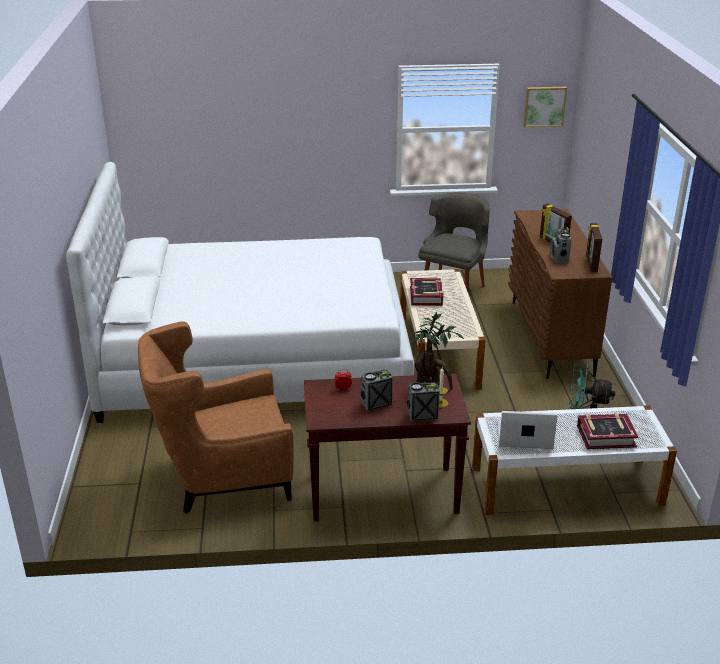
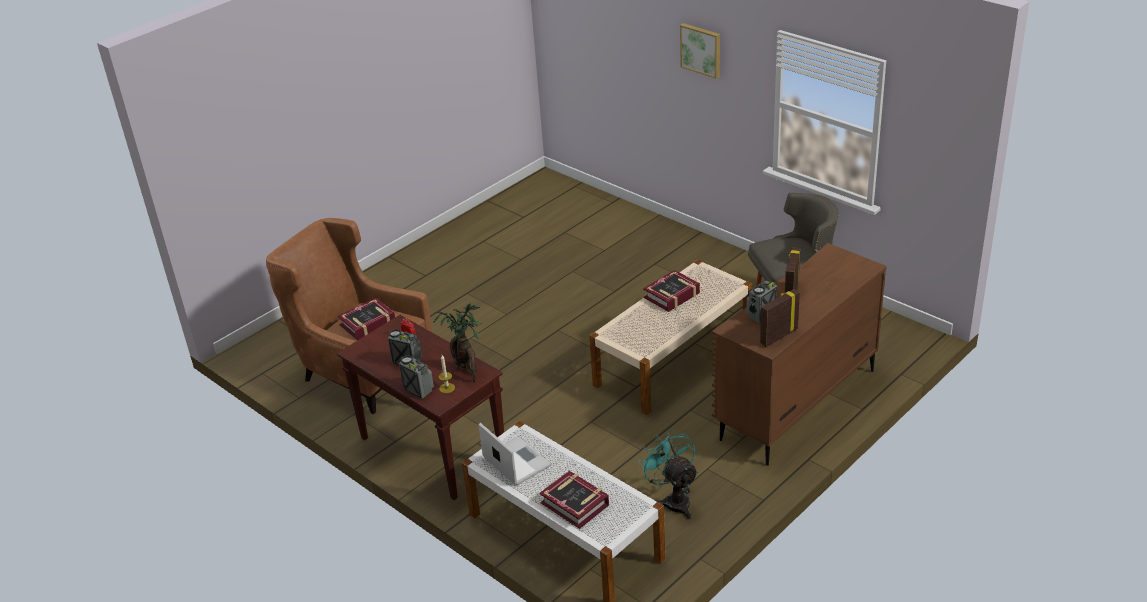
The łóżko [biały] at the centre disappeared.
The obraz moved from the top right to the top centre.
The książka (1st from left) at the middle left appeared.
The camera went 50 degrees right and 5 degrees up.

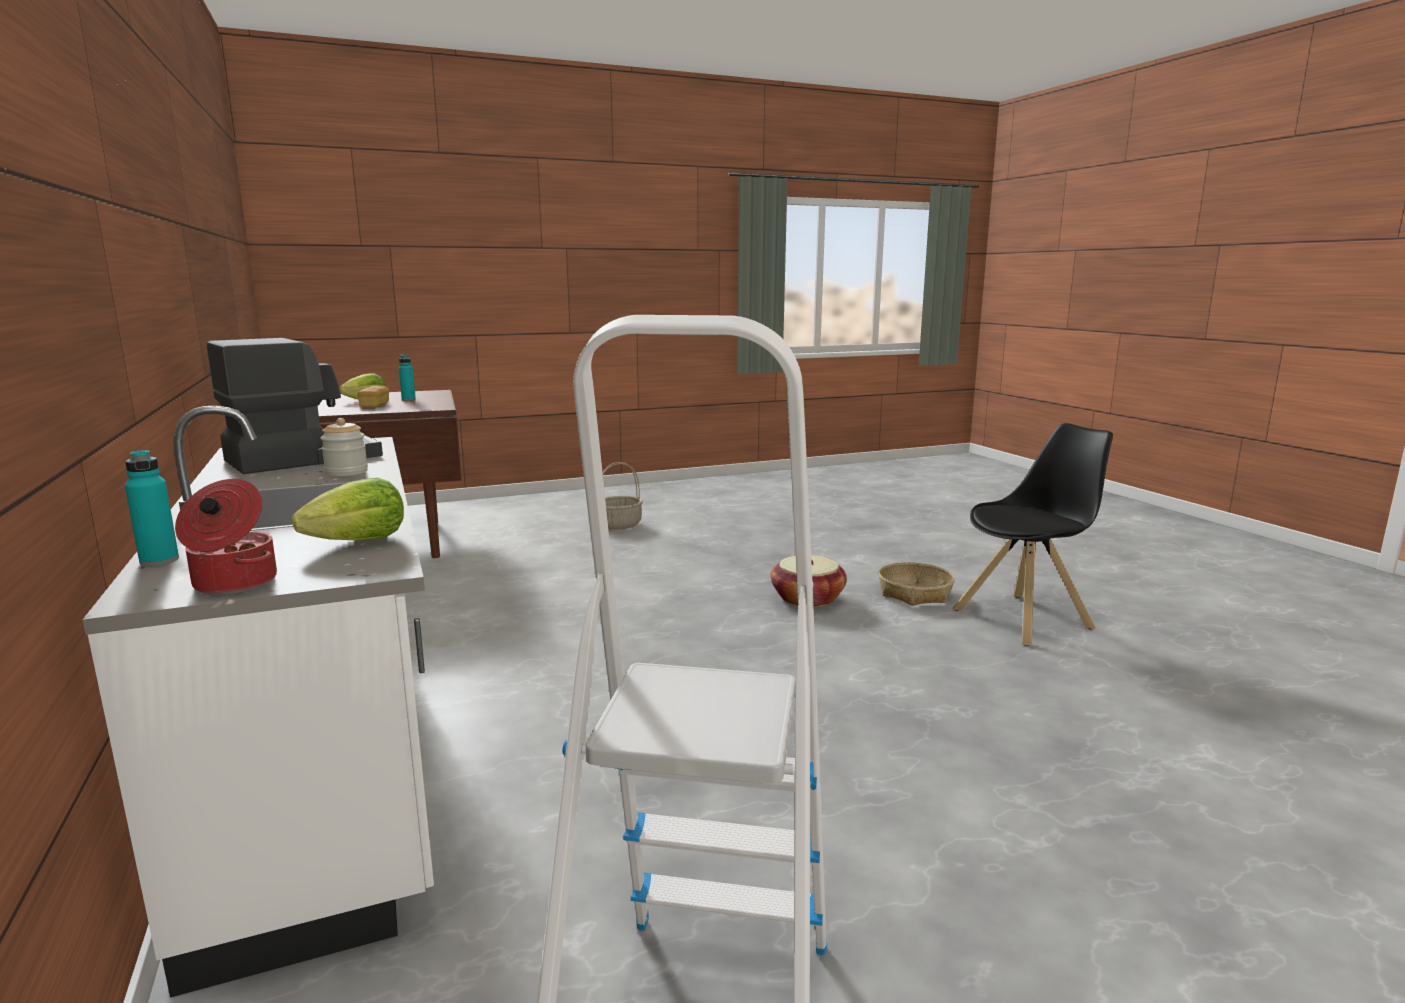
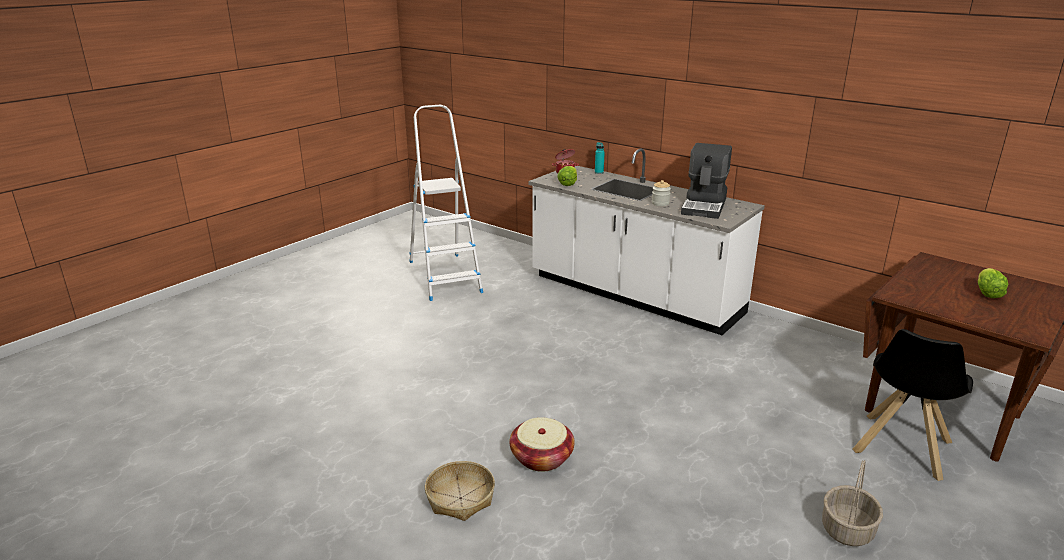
The chleb at the middle left disappeared.
The butelka [turkusowy] (2nd from left) at the middle left disappeared.
The krzesło [czarny] moved from the middle right to the bottom right.
The camera went 150 degrees right and 10 degrees up.

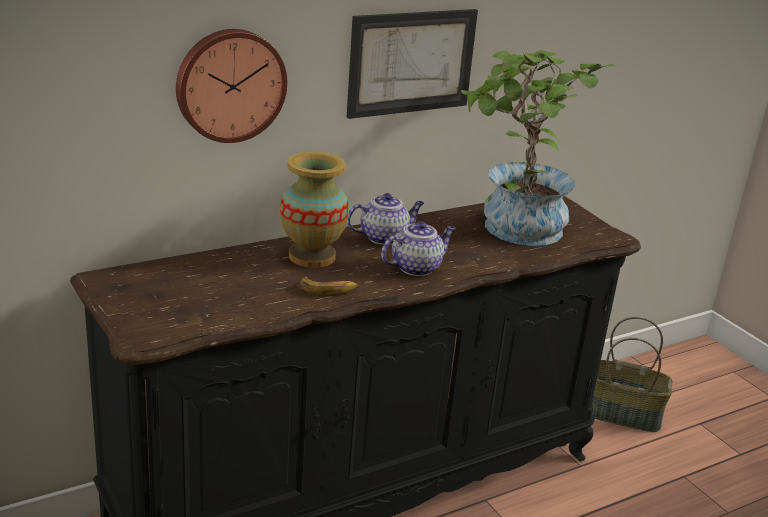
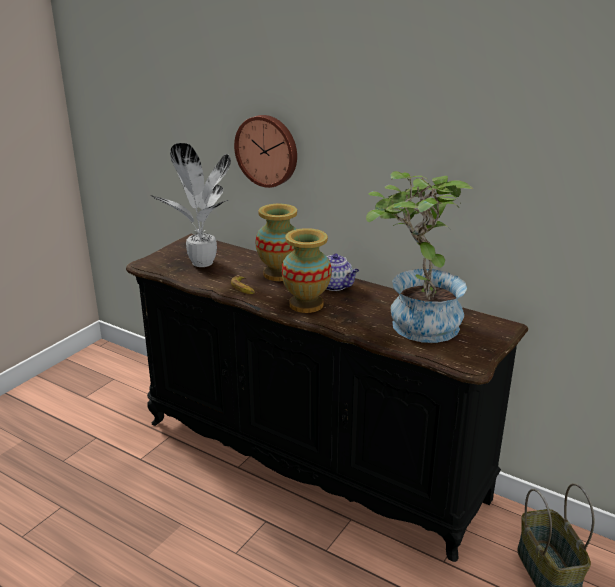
The obraz at the top centre disappeared.
The imbryk (2nd from left) at the centre was replaced by the wazon (2nd from left) at the centre.
The roślina doniczkowa (1st from left) at the middle left appeared.
The camera went 65 degrees right and 0 degrees up.

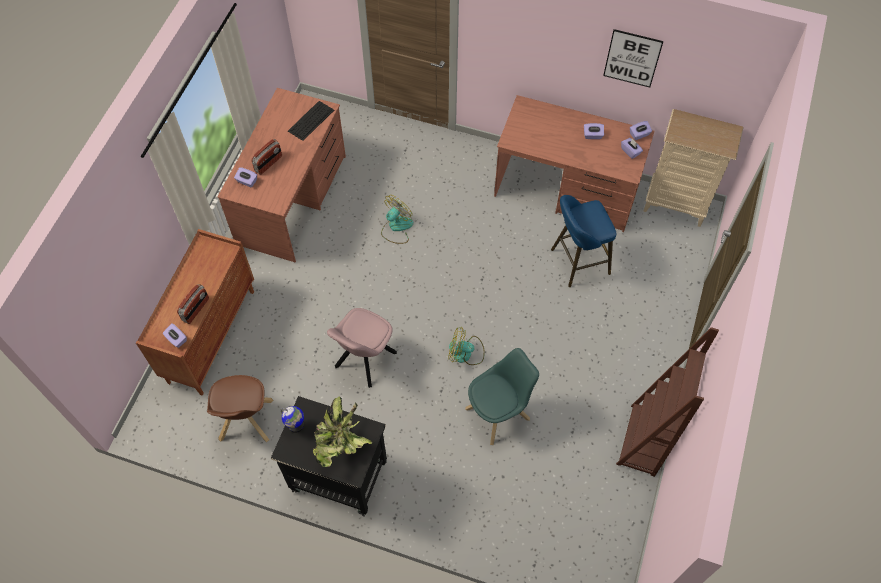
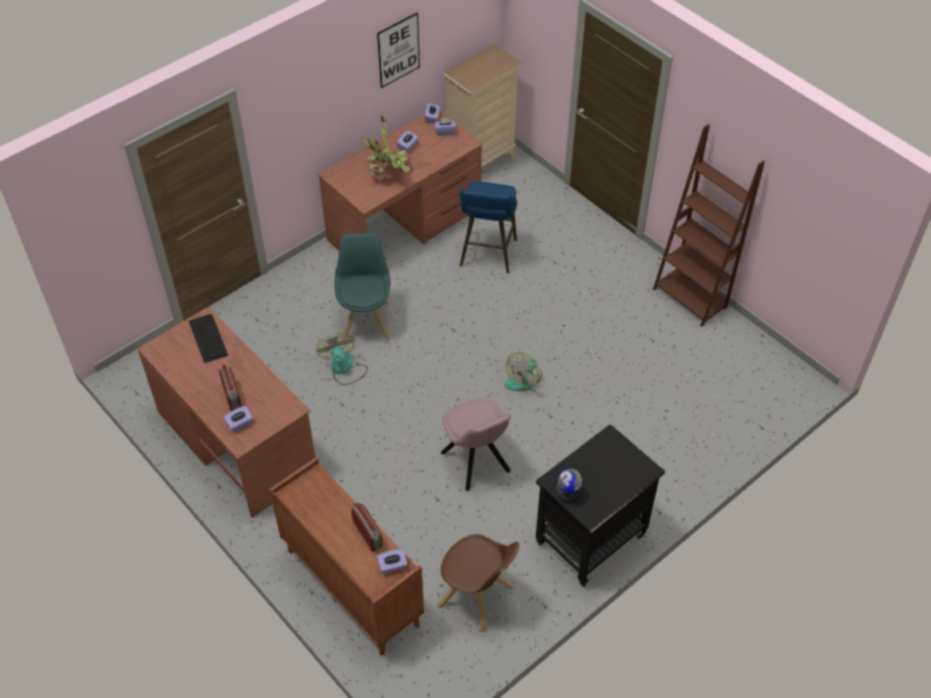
The roślina doniczkowa moved from the bottom centre to the top centre.
The krzesło [turkusowy] moved from the bottom centre to the centre.
The camera went 60 degrees left and 10 degrees down.

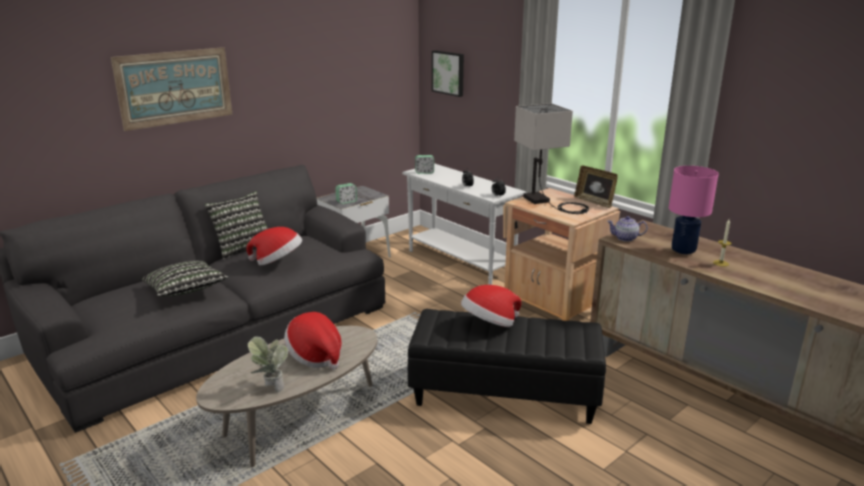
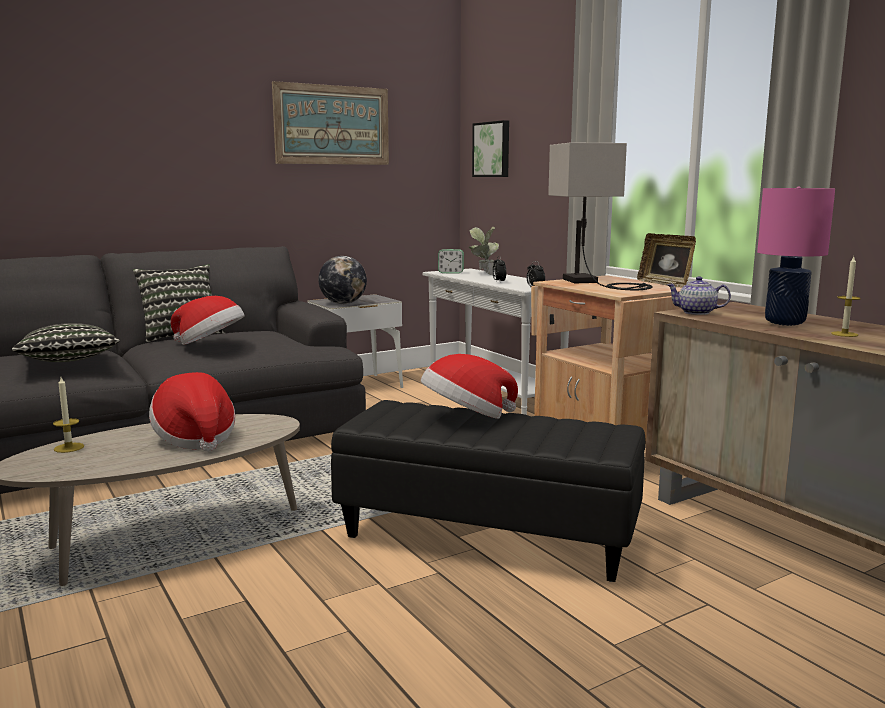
The obraz (1st from left) moved from the top left to the top centre.
The roślina doniczkowa moved from the bottom left to the centre.
The budzik (1st from left) at the centre was replaced by the globus at the centre.
The świeca (1st from left) at the middle left appeared.
The camera went 10 degrees right and 10 degrees down.

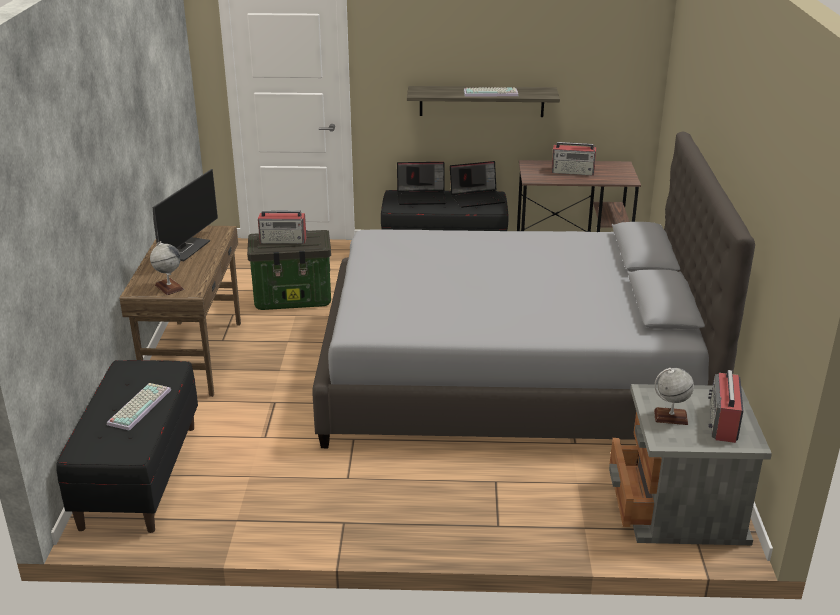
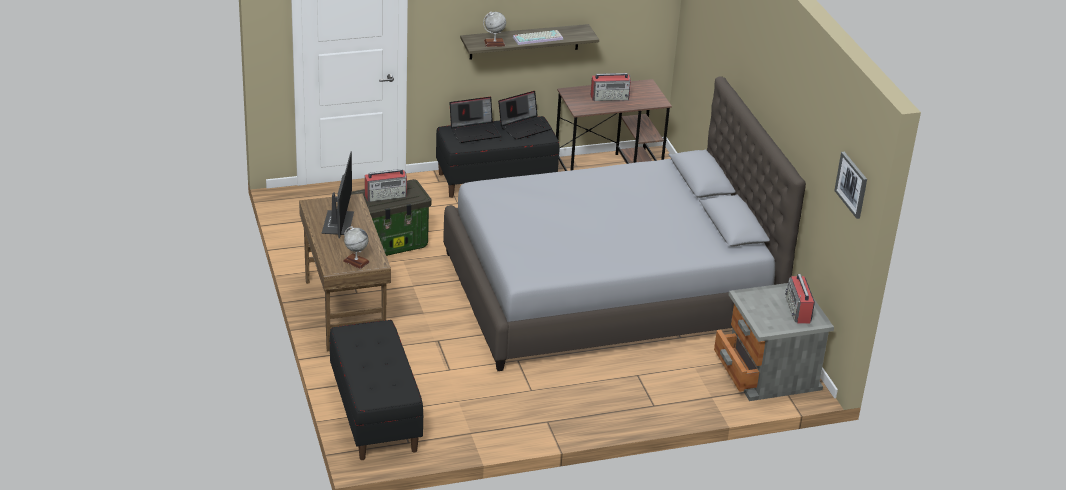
The klawiatura (1st from left) at the middle left disappeared.
The globus (2nd from left) moved from the middle right to the top centre.
The obraz at the middle right appeared.
The camera went 20 degrees left and 5 degrees up.

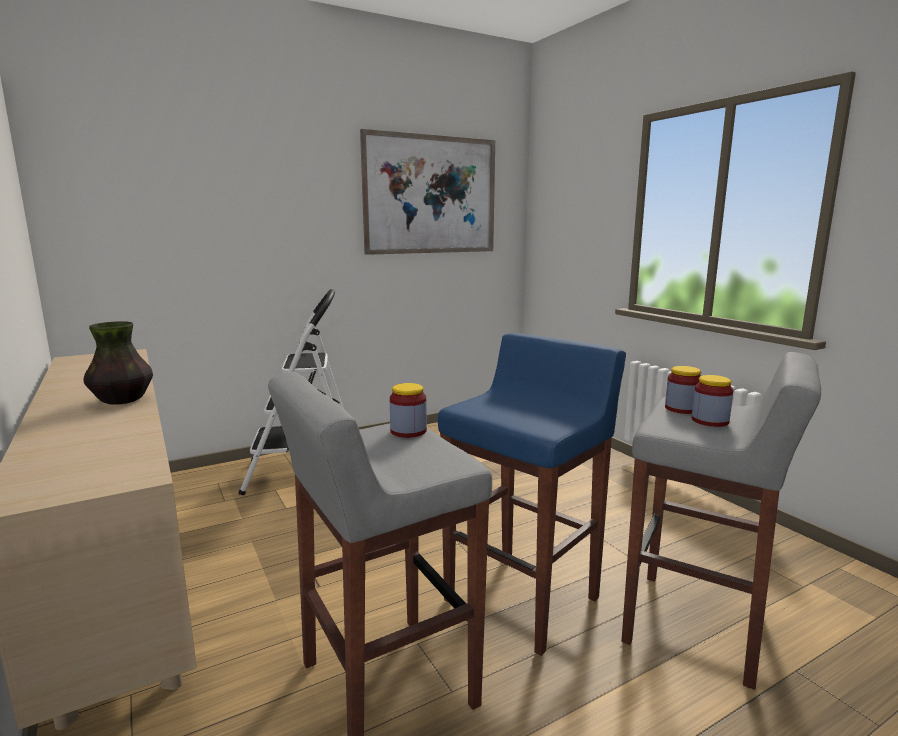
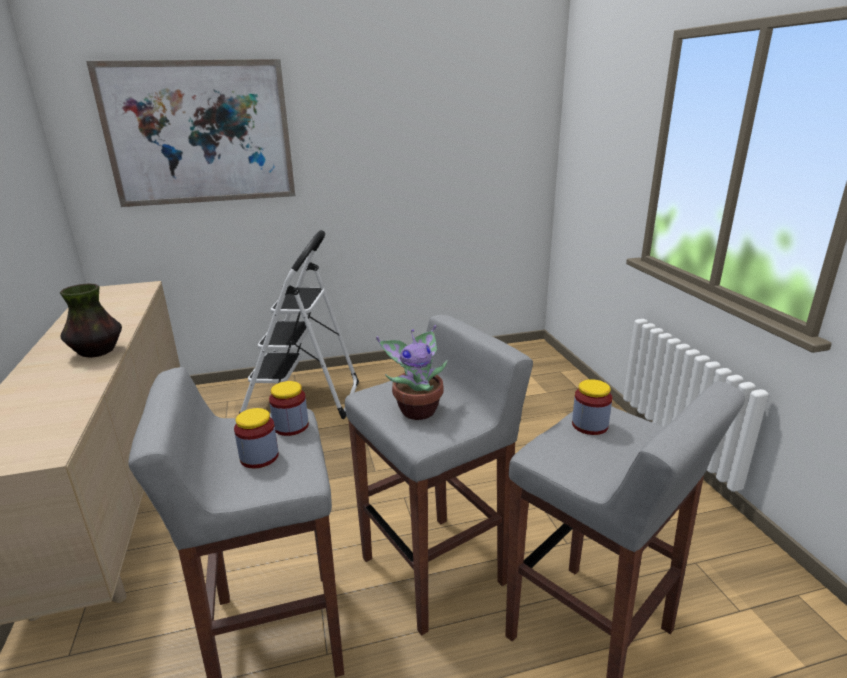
The obraz moved from the top centre to the top left.
The stołek [niebieski] at the bottom centre became the stołek [szary] (2nd from left) at the bottom centre.
The słoik (3rd from left in the first image) moved from the middle right to the middle left.
The roślina doniczkowa at the centre appeared.
The camera went 15 degrees right and 10 degrees up.

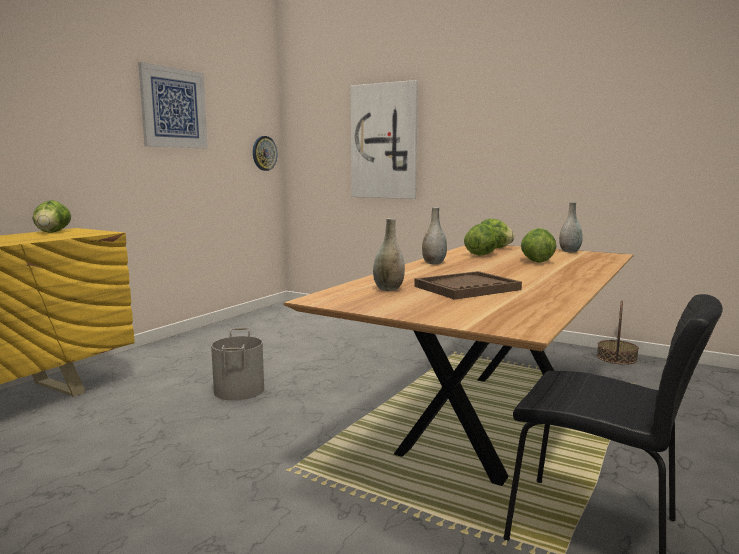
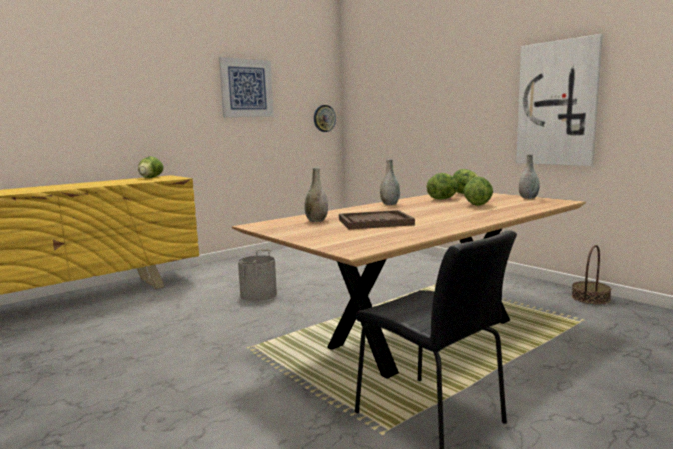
The obraz (2nd from left) moved from the top centre to the top right.
The camera went 20 degrees right and 0 degrees up.

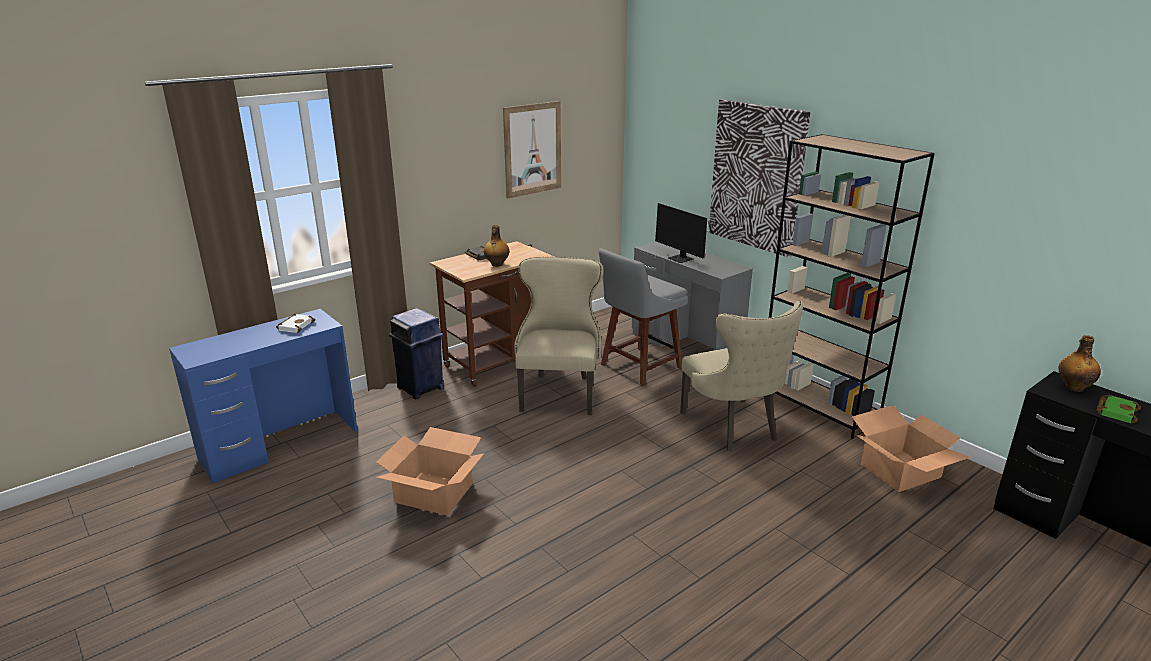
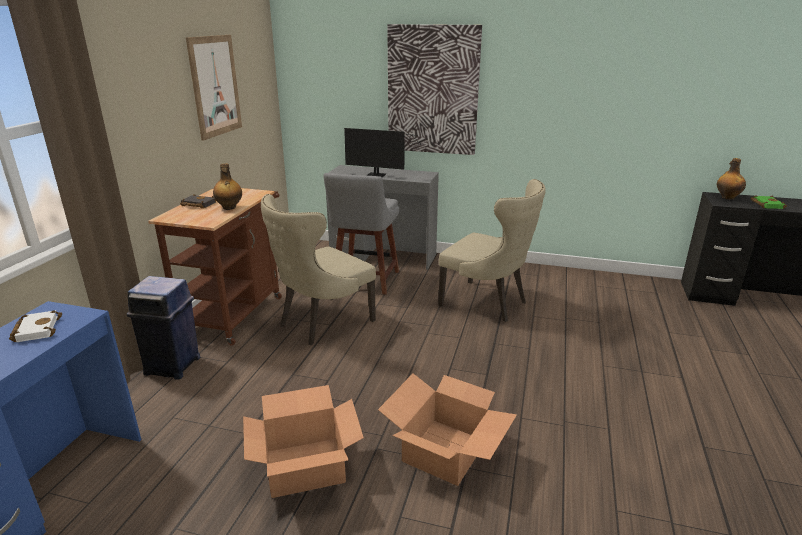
The krzesło [beżowy] (1st from left) at the centre turned 105 degrees counterclockwise.
The regał [beżowy] at the middle right disappeared.
The karton (2nd from left) moved from the bottom right to the bottom centre.
The camera went 35 degrees left and 0 degrees up.

